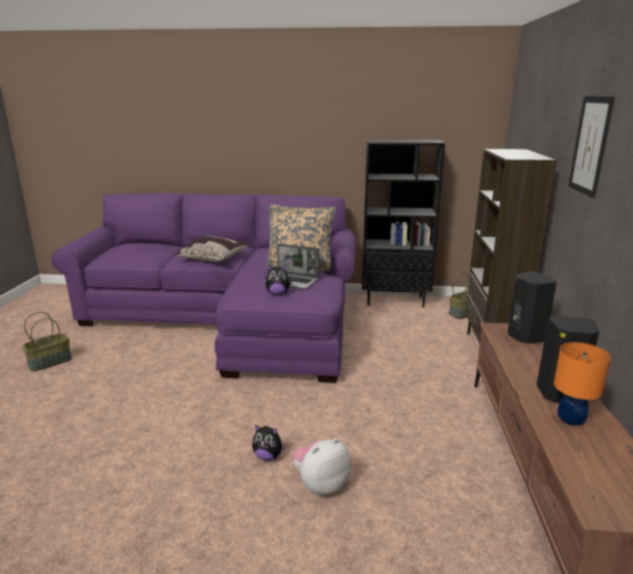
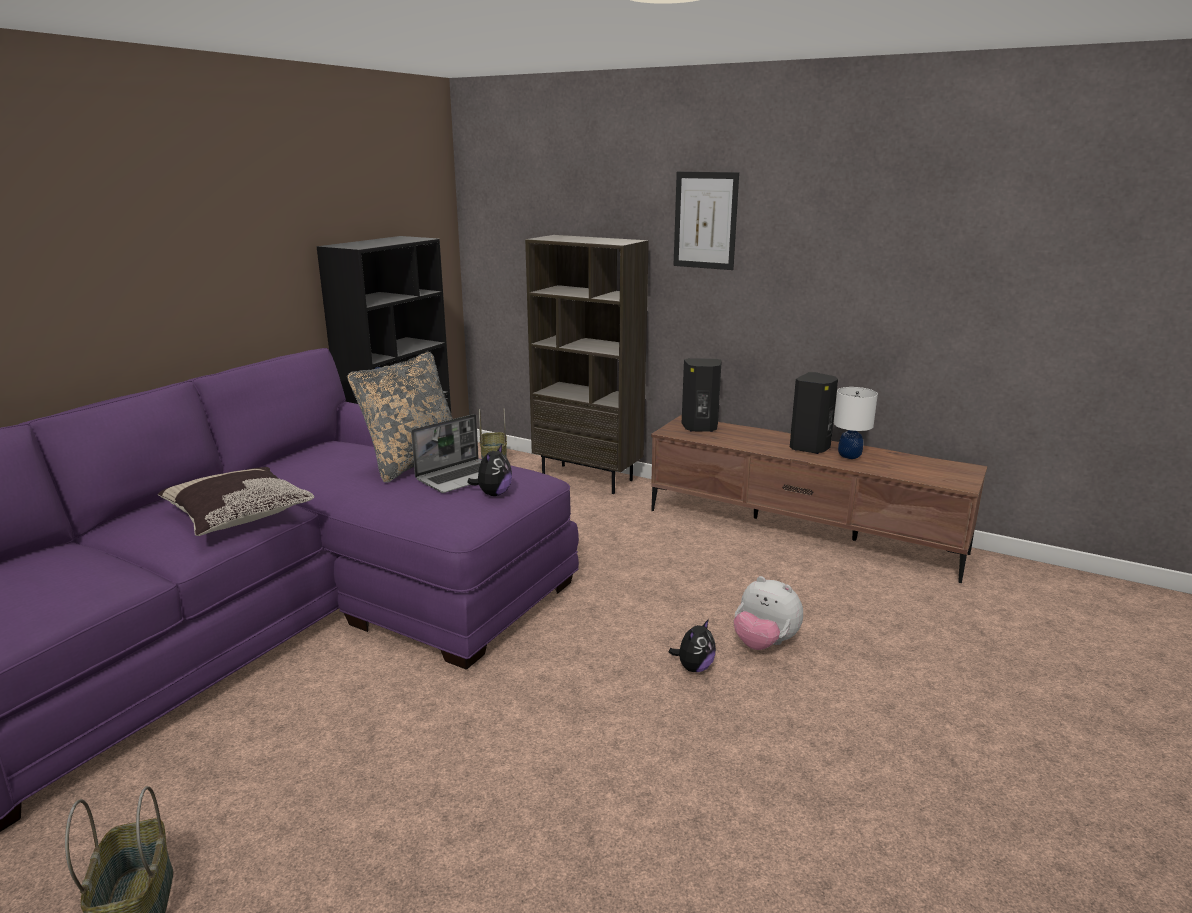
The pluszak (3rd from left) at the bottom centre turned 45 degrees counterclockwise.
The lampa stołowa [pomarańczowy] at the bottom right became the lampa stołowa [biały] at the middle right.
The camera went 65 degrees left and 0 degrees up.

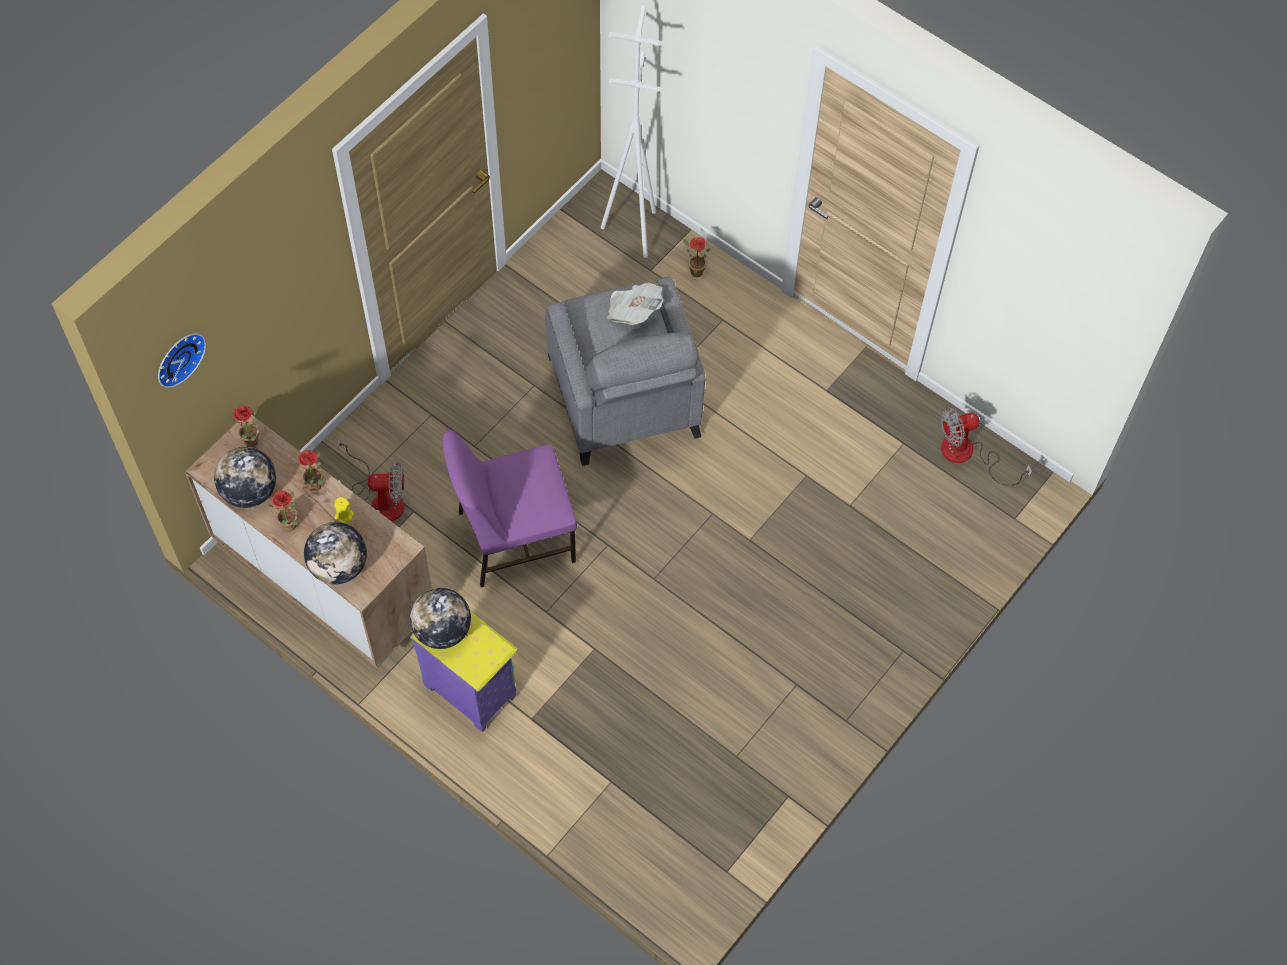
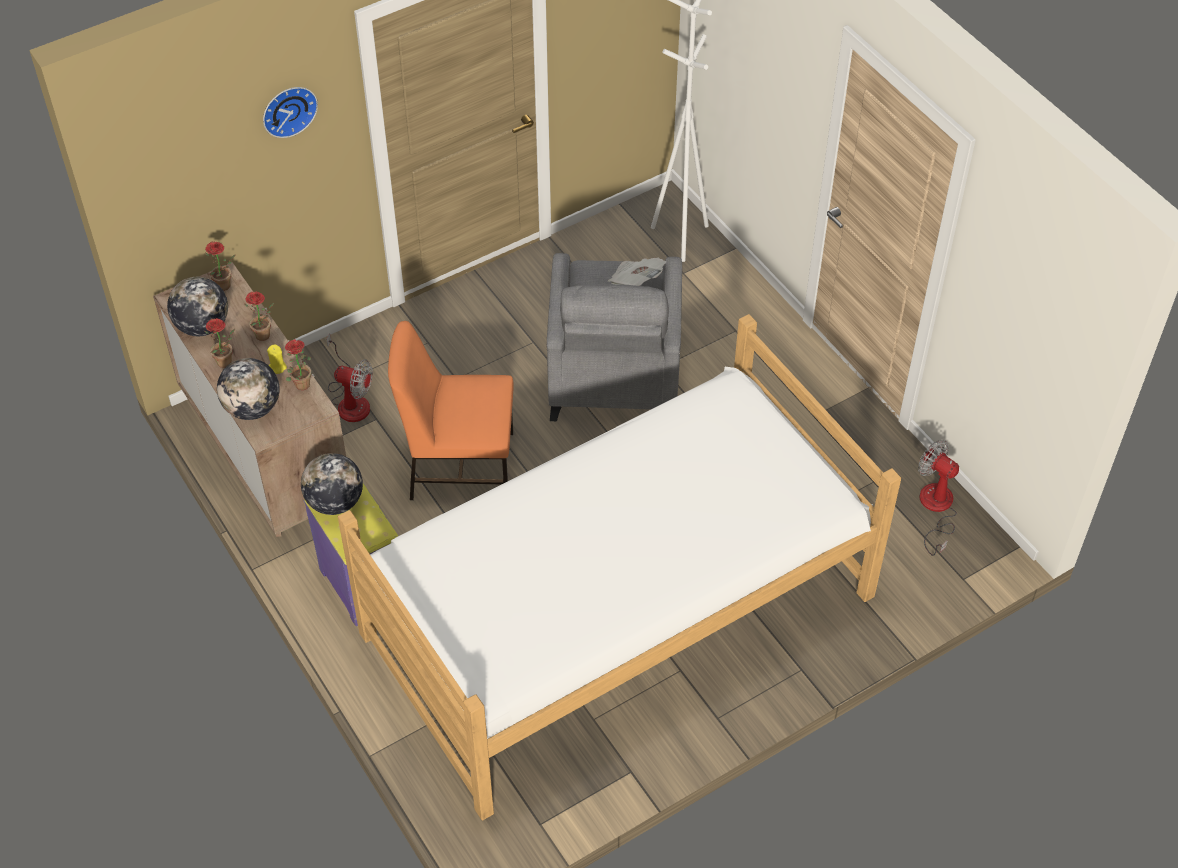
The zegar ścienny moved from the middle left to the top left.
The krzesło [fioletowy] at the centre became the krzesło [pomarańczowy] at the centre.
The roślina doniczkowa (4th from left) moved from the top centre to the middle left.
The wentylator (2nd from left) at the middle right turned 45 degrees clockwise.
The łóżko at the centre appeared.
The camera went 20 degrees right and 10 degrees down.

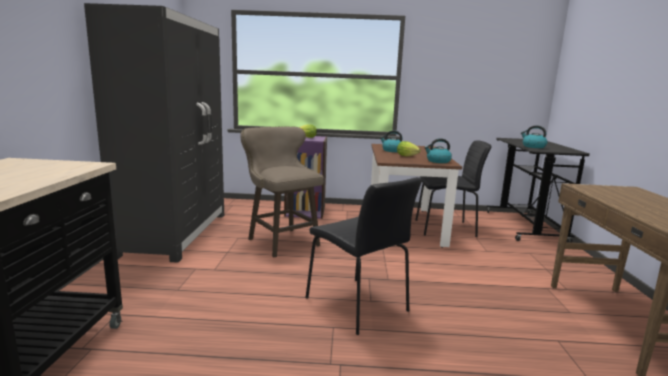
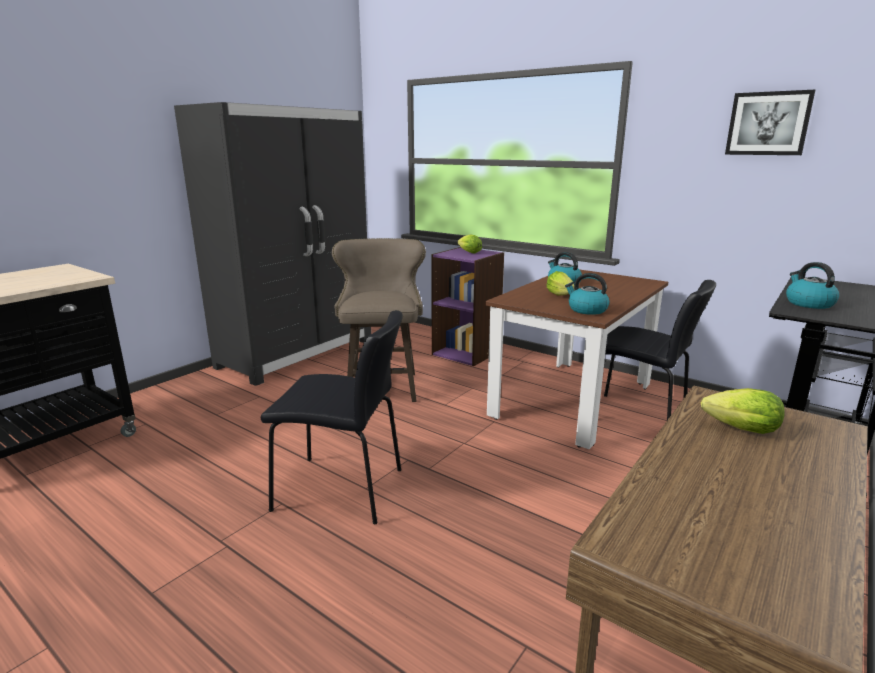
The krzesło [czarny] (1st from left) at the bottom centre turned 75 degrees counterclockwise.
The sałata (3rd from left) at the middle right appeared.
The obraz at the top right appeared.
The camera went 35 degrees right and 5 degrees up.

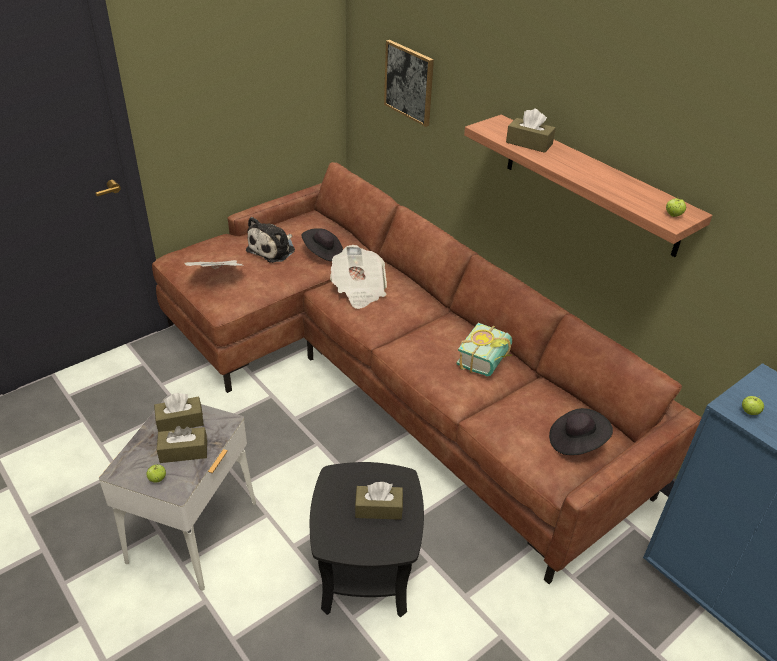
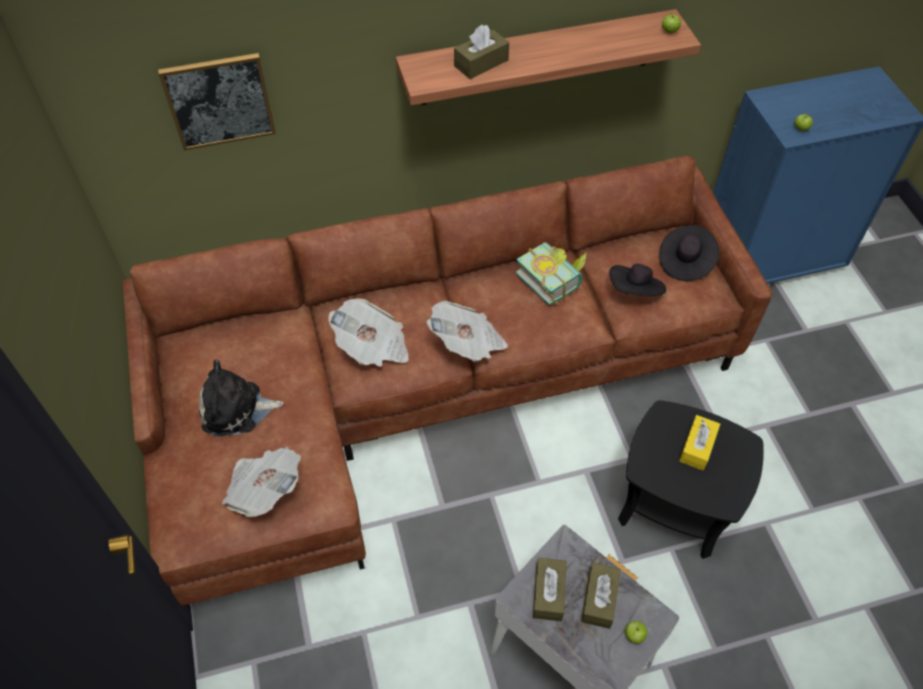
The pluszak at the centre turned 120 degrees clockwise.
The kapelusz [czarny] (1st from left) moved from the centre to the middle right.
The pudełko chusteczek [brązowy] (3rd from left) at the bottom centre became the pudełko chusteczek [żółty] at the middle right.
The gazeta (3rd from left) at the centre appeared.
The camera went 65 degrees left and 15 degrees up.

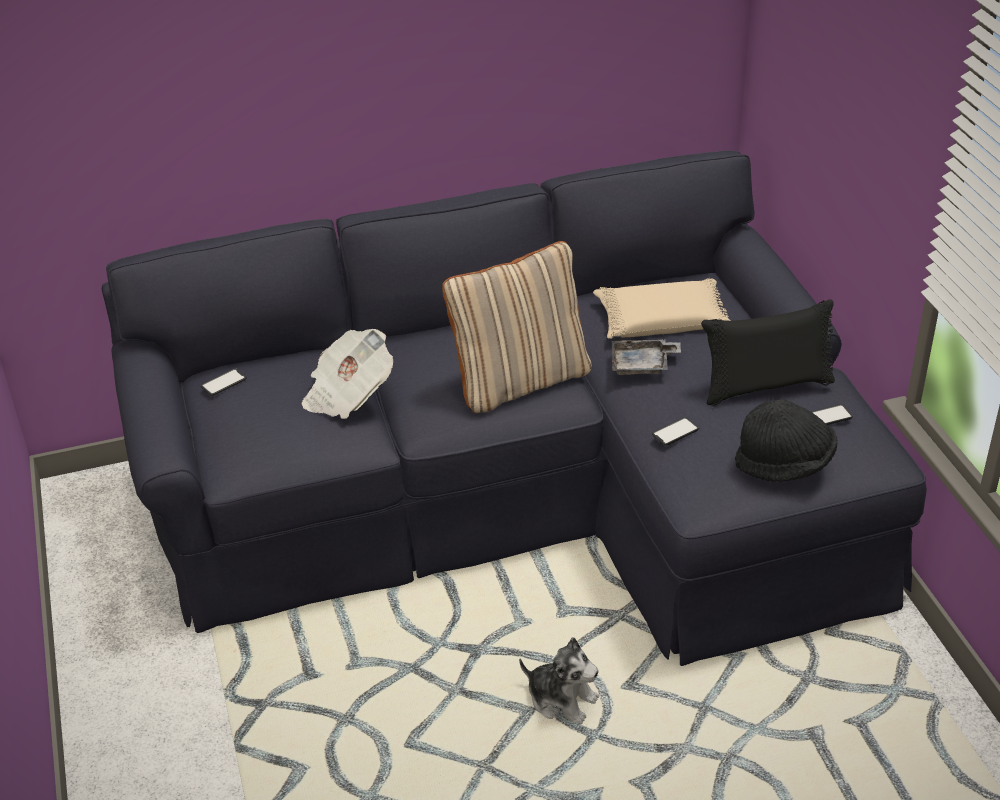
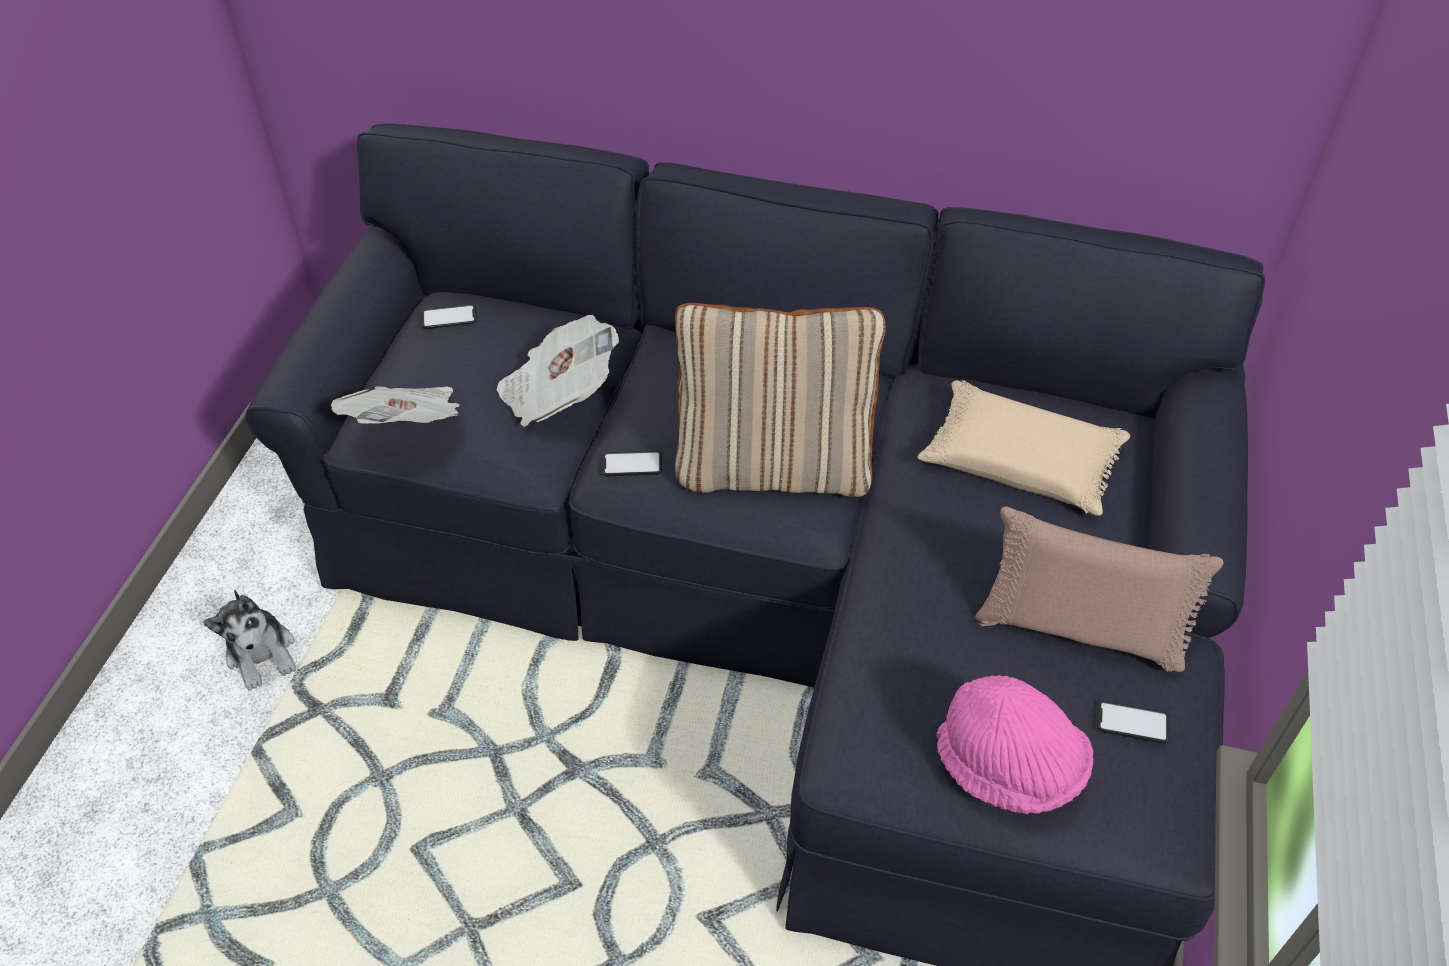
The pluszak moved from the bottom centre to the middle left.
The taca [szary] at the centre disappeared.
The telefon (2nd from left) moved from the middle right to the centre.
The poduszka [czarny] at the middle right became the poduszka [beżowy] (3rd from left) at the middle right.
The kapelusz [czarny] at the middle right became the kapelusz [różowy] at the bottom right.
The gazeta (1st from left) at the middle left appeared.
The camera went 30 degrees right and 10 degrees up.

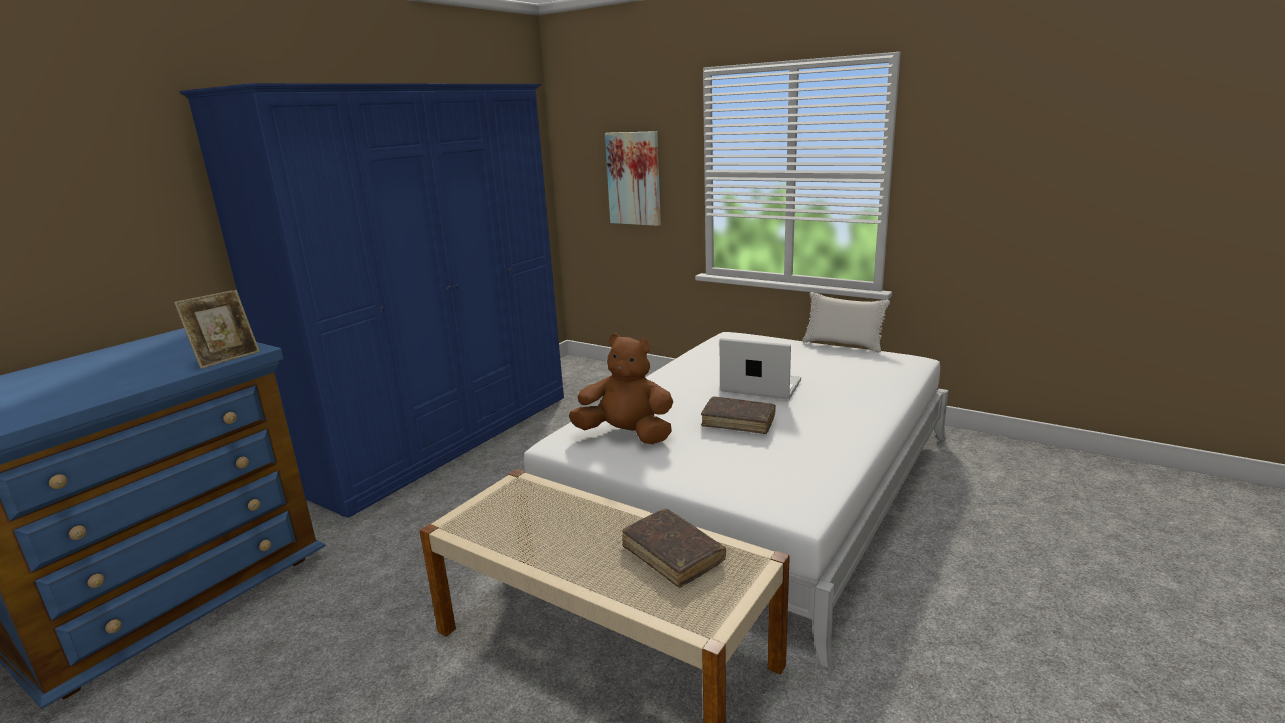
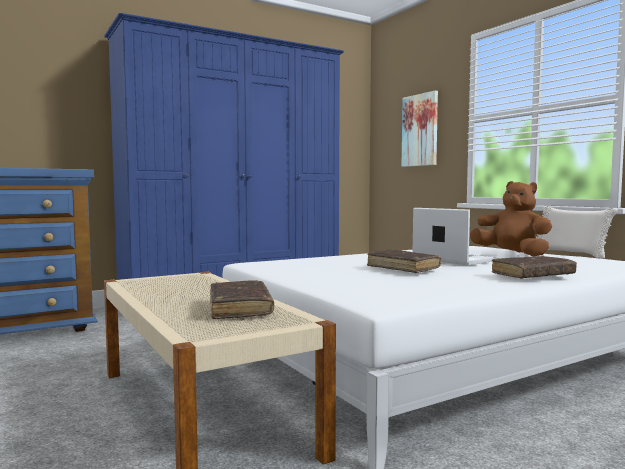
The ramka na zdjęcie at the middle left disappeared.
The pluszak [brązowy] moved from the centre to the middle right.
The książka [brązowy] (3rd from left) at the middle right appeared.
The camera went 25 degrees right and 15 degrees down.

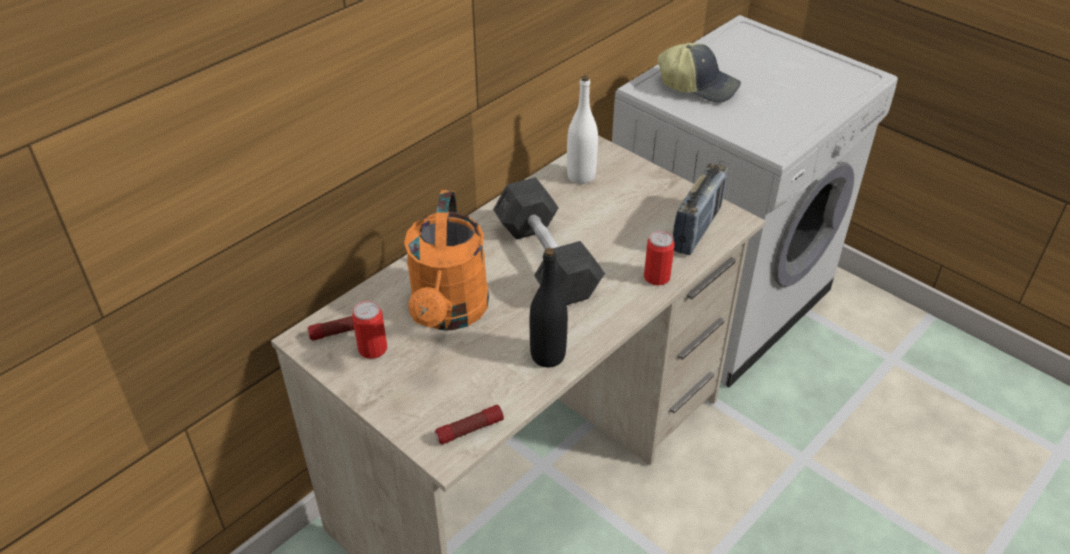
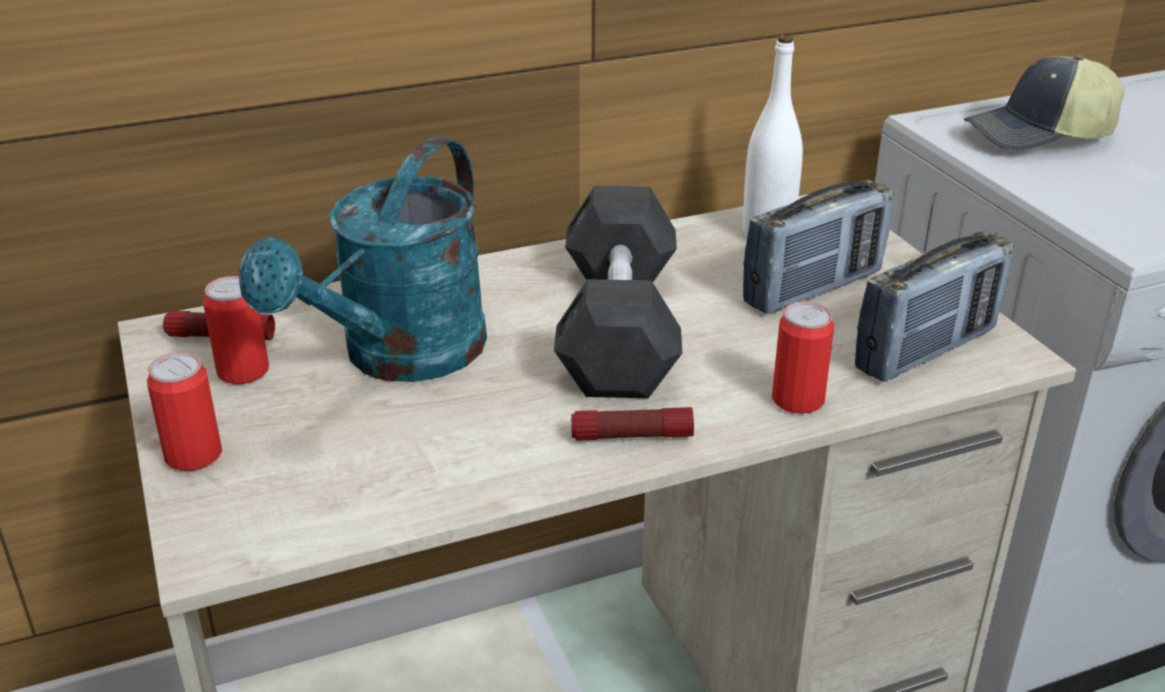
The konewka [pomarańczowy] at the centre became the konewka [turkusowy] at the middle left.
The latarka (2nd from left) moved from the bottom centre to the centre.
The butelka [czarny] at the centre disappeared.
The czapka z daszkiem at the top centre turned 120 degrees clockwise.
The puszka (1st from left) at the middle left appeared.
The radio (1st from left) at the middle right appeared.
The camera went 25 degrees right and 10 degrees down.

